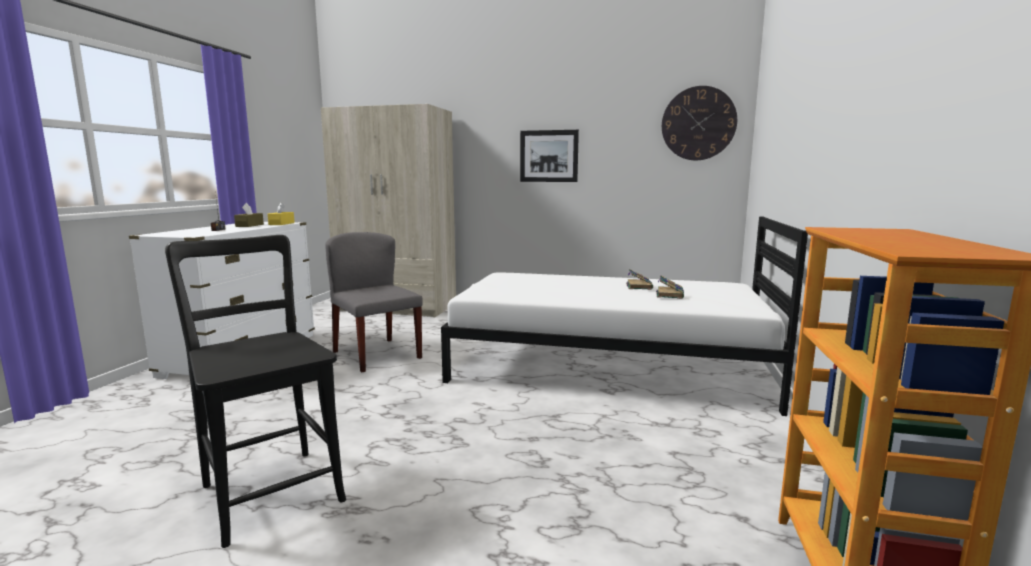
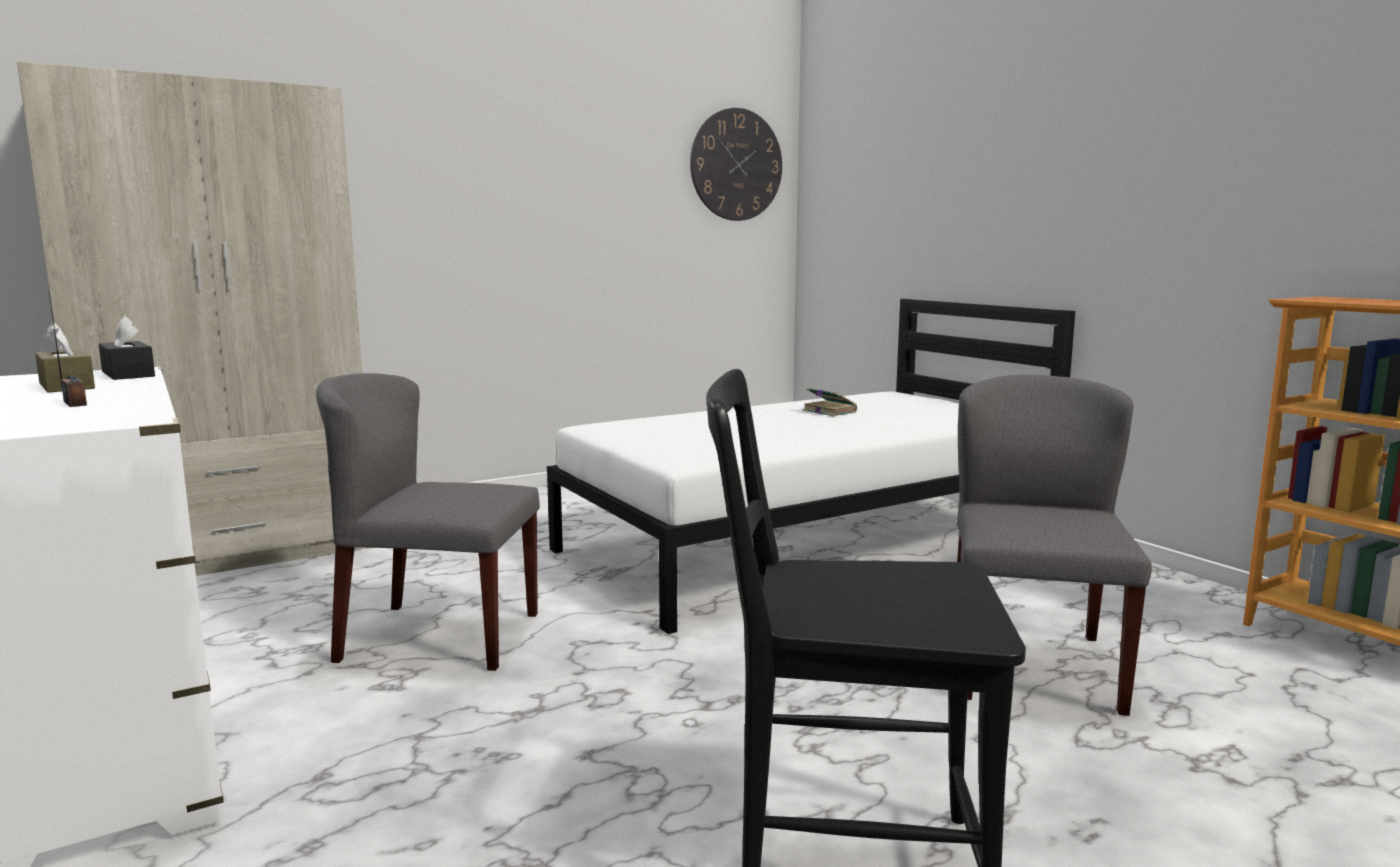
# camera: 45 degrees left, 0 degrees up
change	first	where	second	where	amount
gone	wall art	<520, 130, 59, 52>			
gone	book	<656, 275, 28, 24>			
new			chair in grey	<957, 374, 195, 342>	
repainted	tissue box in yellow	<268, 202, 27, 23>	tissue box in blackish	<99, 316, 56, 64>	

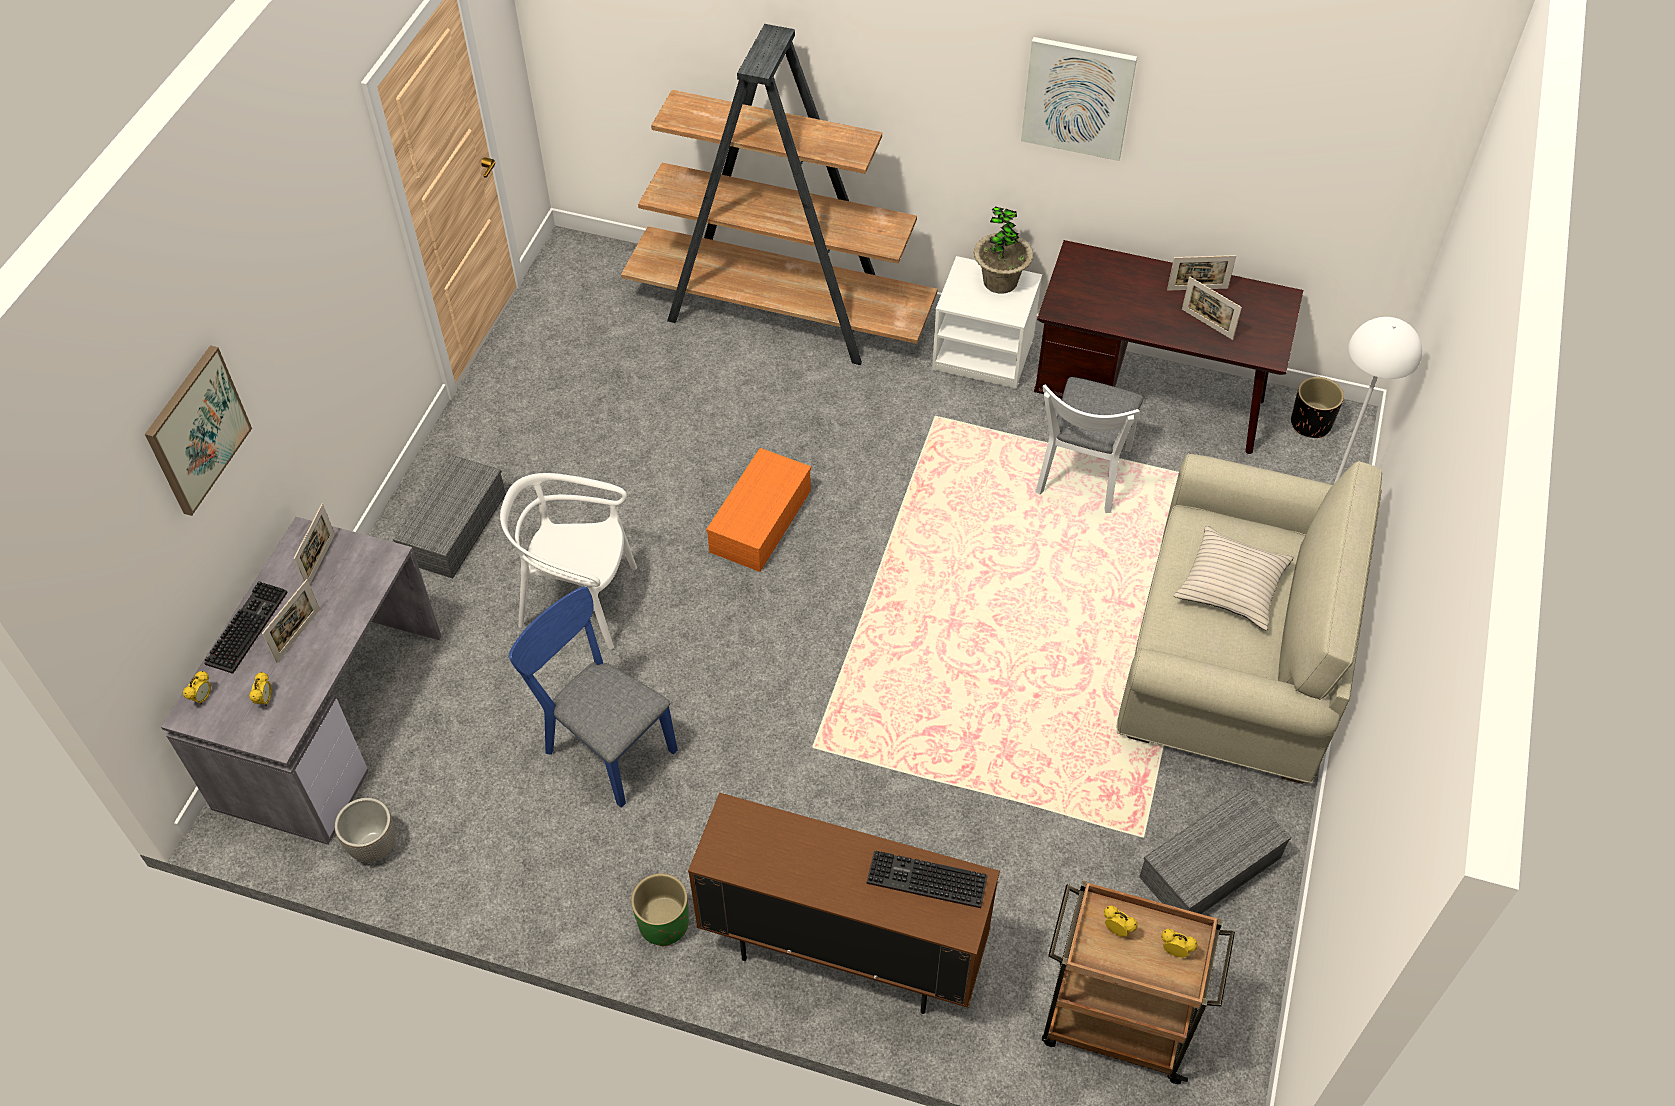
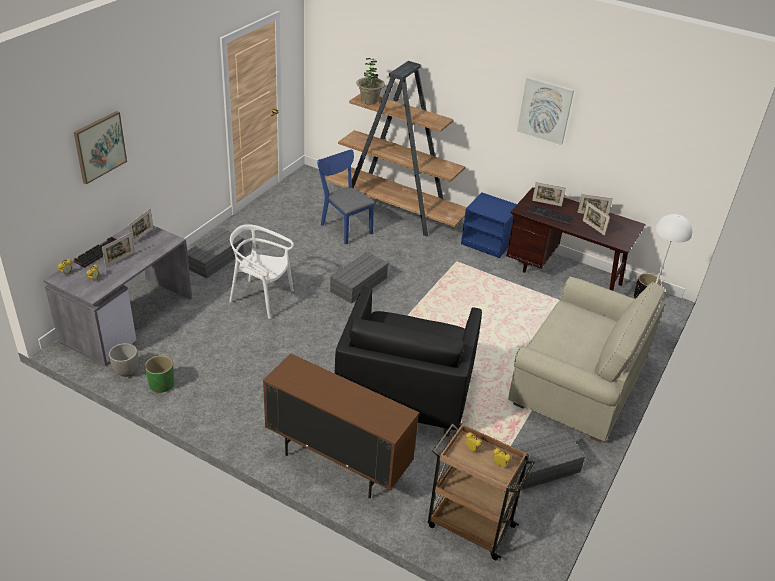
# camera: 10 degrees right, 15 degrees down
change	first	where	second	where	amount
gone	chair in white	<1036, 377, 107, 136>			
gone	pillow in beige-coloured	<1174, 525, 120, 105>			
new			easy chair in blackish	<335, 287, 147, 150>	
new			standing frame	<532, 182, 34, 24>	
shifted	chair in blue-coloured	<509, 586, 169, 222>		<317, 150, 58, 94>	
shifted	flower pot in green	<631, 873, 58, 73>		<145, 355, 29, 38>	
shifted	keyboard	<866, 851, 122, 57>		<527, 204, 46, 21>	
shifted	potted plant	<974, 207, 59, 87>		<356, 58, 29, 47>	
repainted	storage bin in orange-coloured	<706, 448, 105, 124>	storage bin in grey	<330, 252, 59, 52>	
repainted	night table in white	<932, 256, 110, 133>	night table in blue-coloured	<461, 193, 56, 65>	

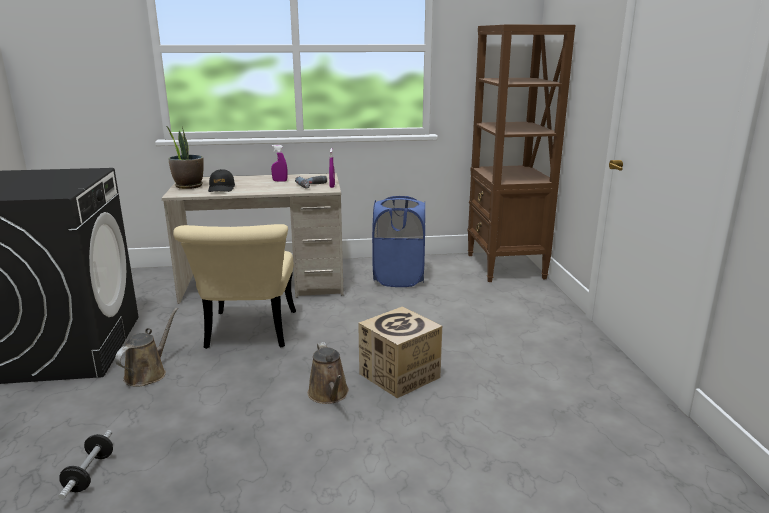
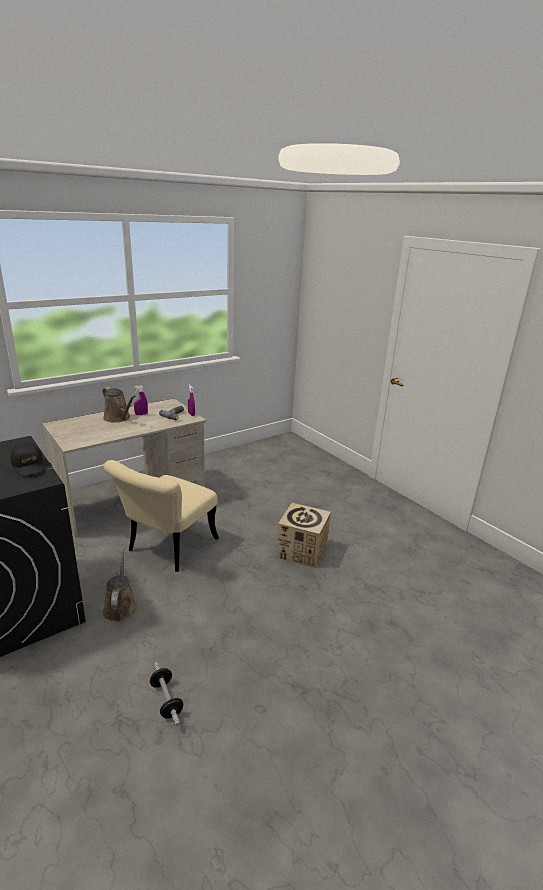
# camera: 30 degrees left, 5 degrees up
change	first	where	second	where	amount
gone	potted plant	<165, 125, 39, 64>			
gone	hamper in blue-coloured	<372, 196, 53, 91>			
gone	bookshelf in brown	<467, 25, 109, 257>			
shifted	cap in blackish	<208, 169, 27, 23>		<11, 442, 35, 34>	
shifted	watering pot in brown	<308, 342, 41, 62>		<102, 387, 34, 35>	
rotated	chair in beige-coloured	<173, 224, 123, 125>		<104, 460, 115, 112>	60 degrees clockwise

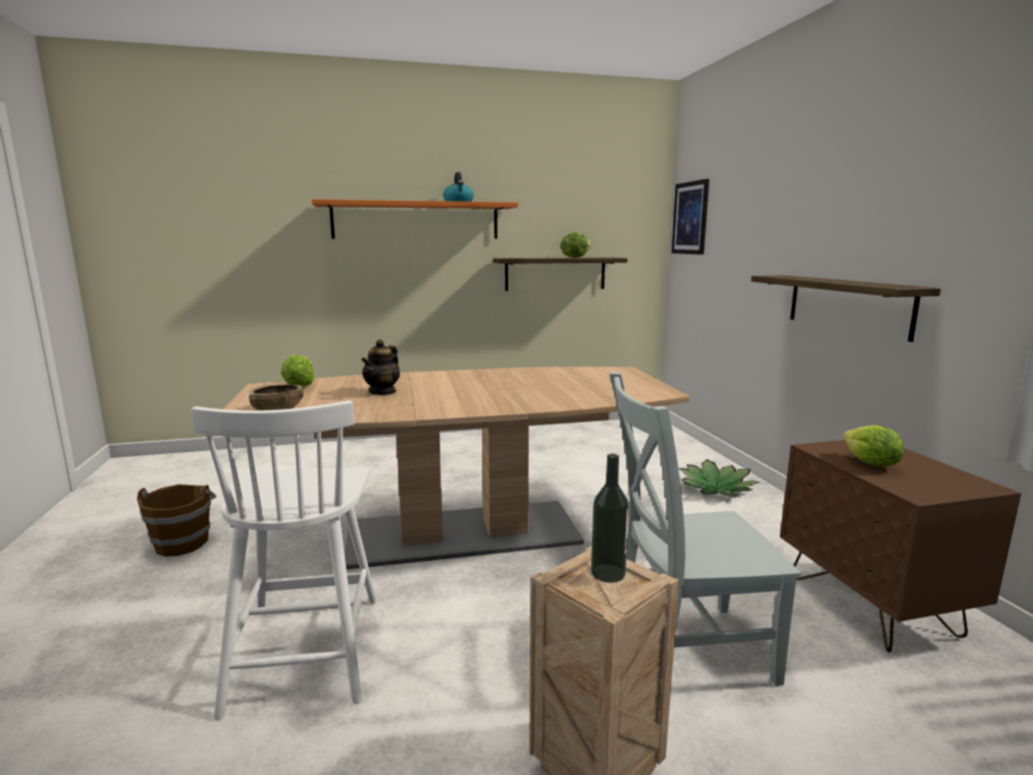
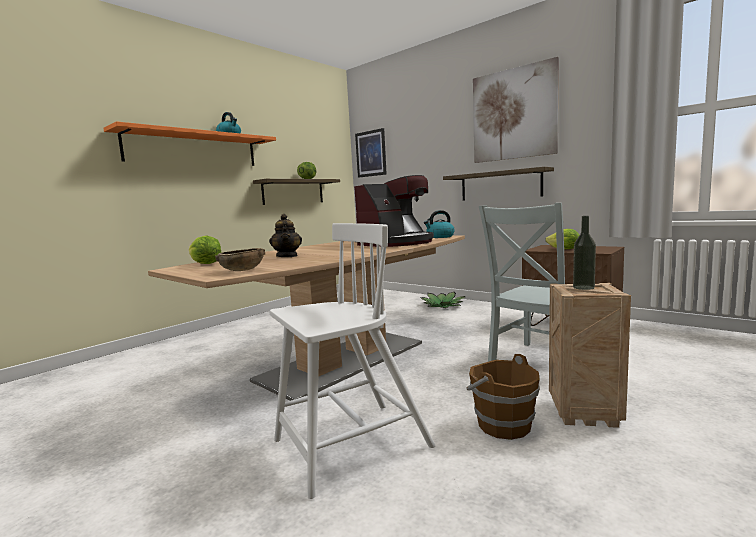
# camera: 35 degrees left, 5 degrees down
change	first	where	second	where	amount
new			coffee maker	<354, 175, 80, 72>	
new			kettle	<424, 210, 31, 28>	
new			wall art	<473, 57, 86, 106>	
shifted	pail in brown	<137, 484, 80, 73>		<466, 354, 74, 86>	
rotated	chair in white	<191, 400, 186, 320>		<269, 223, 166, 276>	75 degrees counterclockwise

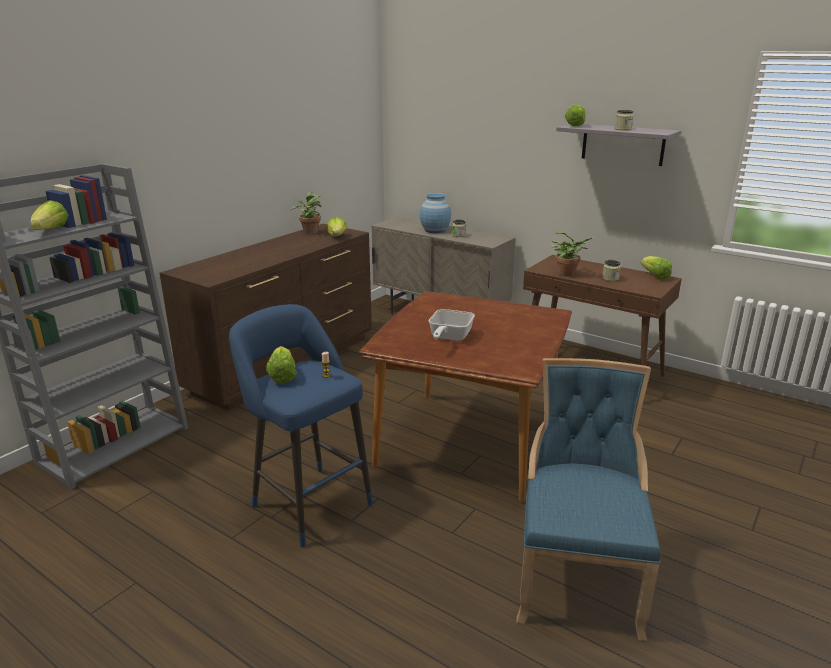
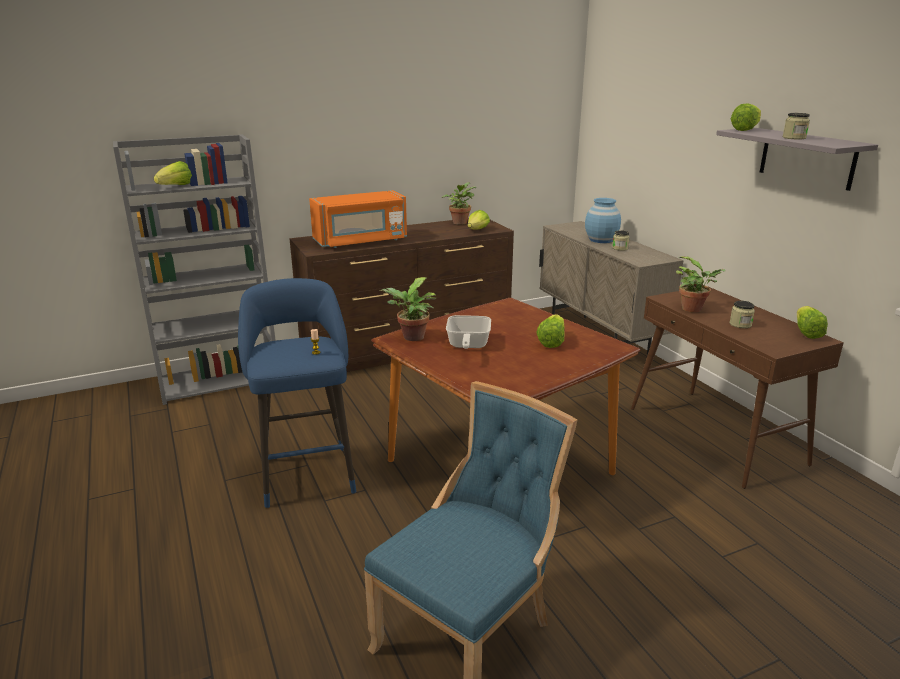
# camera: 30 degrees right, 0 degrees up
change	first	where	second	where	amount
new			microwave oven in orange-coloured	<309, 190, 98, 58>	
new			potted plant	<380, 277, 56, 64>	
shifted	lettuce head	<266, 346, 31, 37>		<536, 314, 29, 34>	
rotated	skillet	<429, 309, 46, 32>		<446, 315, 45, 34>	45 degrees counterclockwise

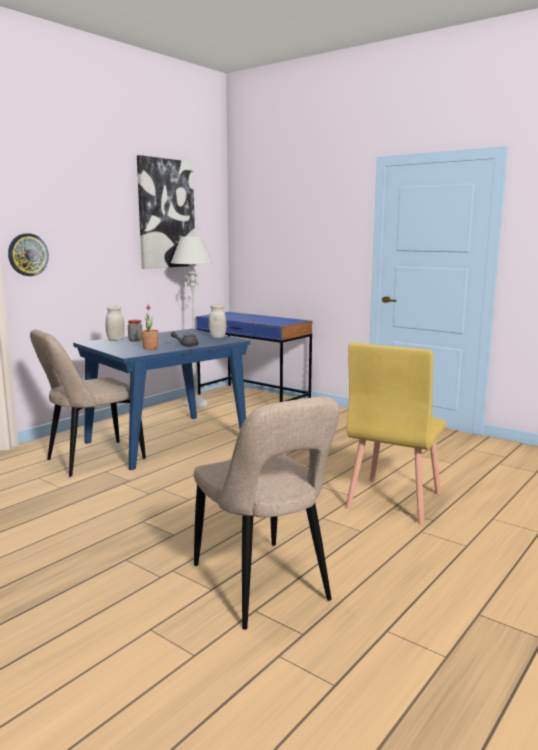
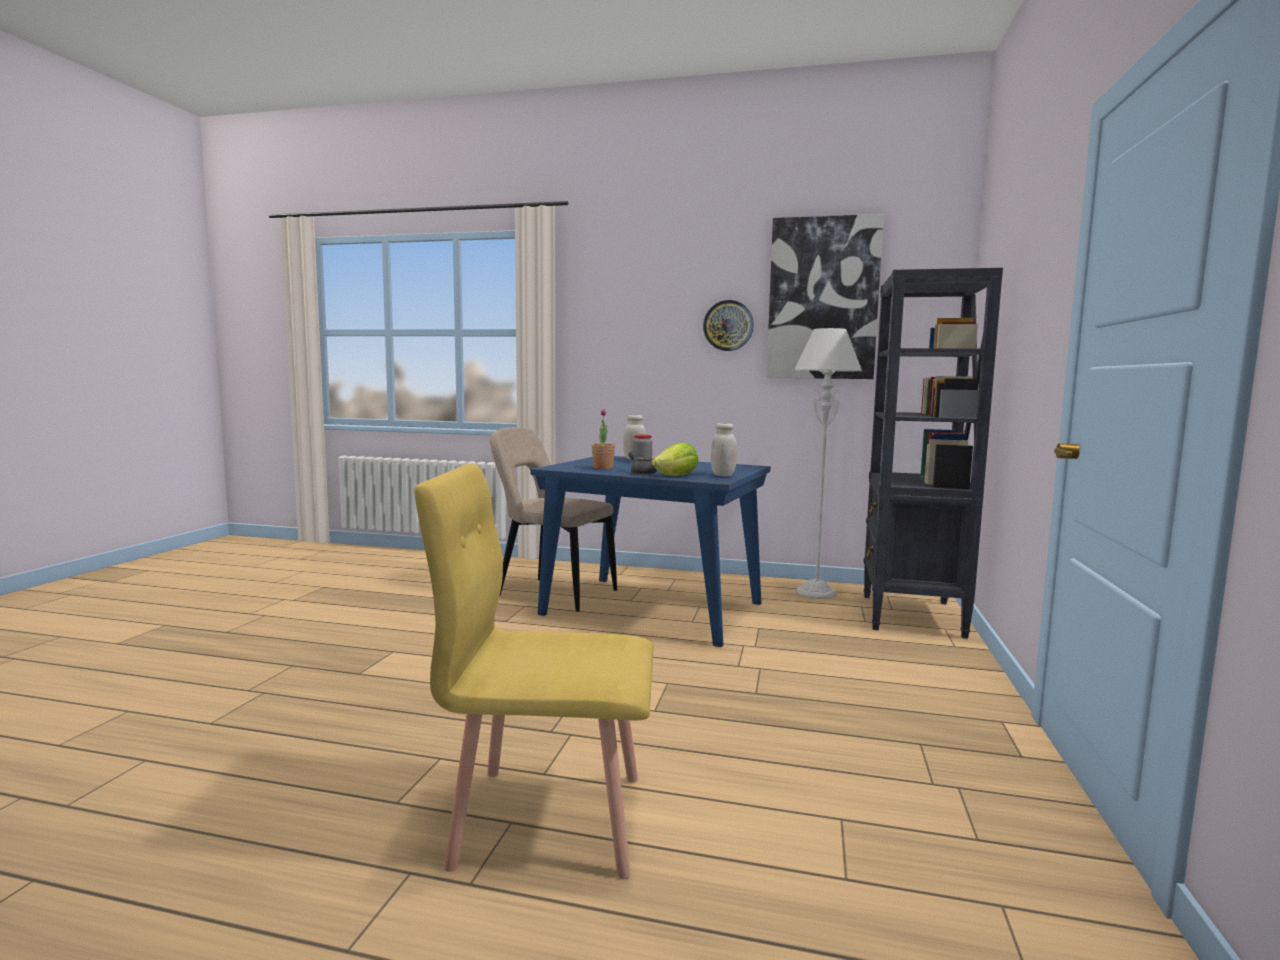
# camera: 65 degrees right, 5 degrees down
change	first	where	second	where	amount
gone	chair in beige-coloured	<194, 396, 146, 234>			
new			lettuce head	<652, 442, 46, 34>	
shifted	clock on the wall	<8, 233, 41, 43>		<703, 300, 51, 51>	
swapped	desk in blue-coloured	<196, 312, 116, 90>	bookshelf in blackish	<863, 268, 140, 371>	

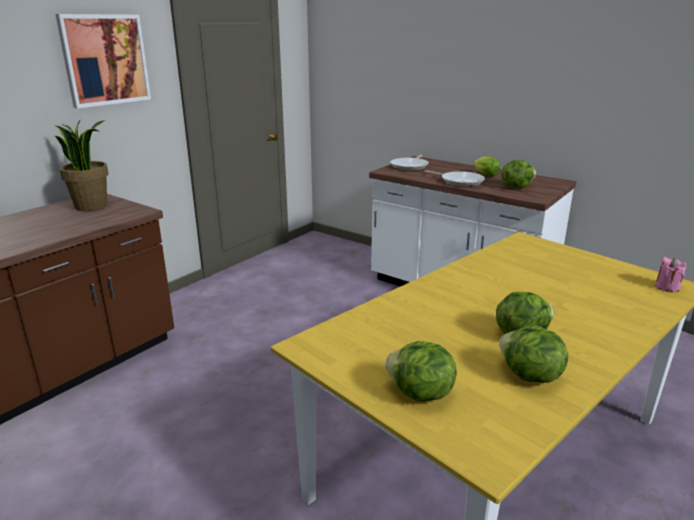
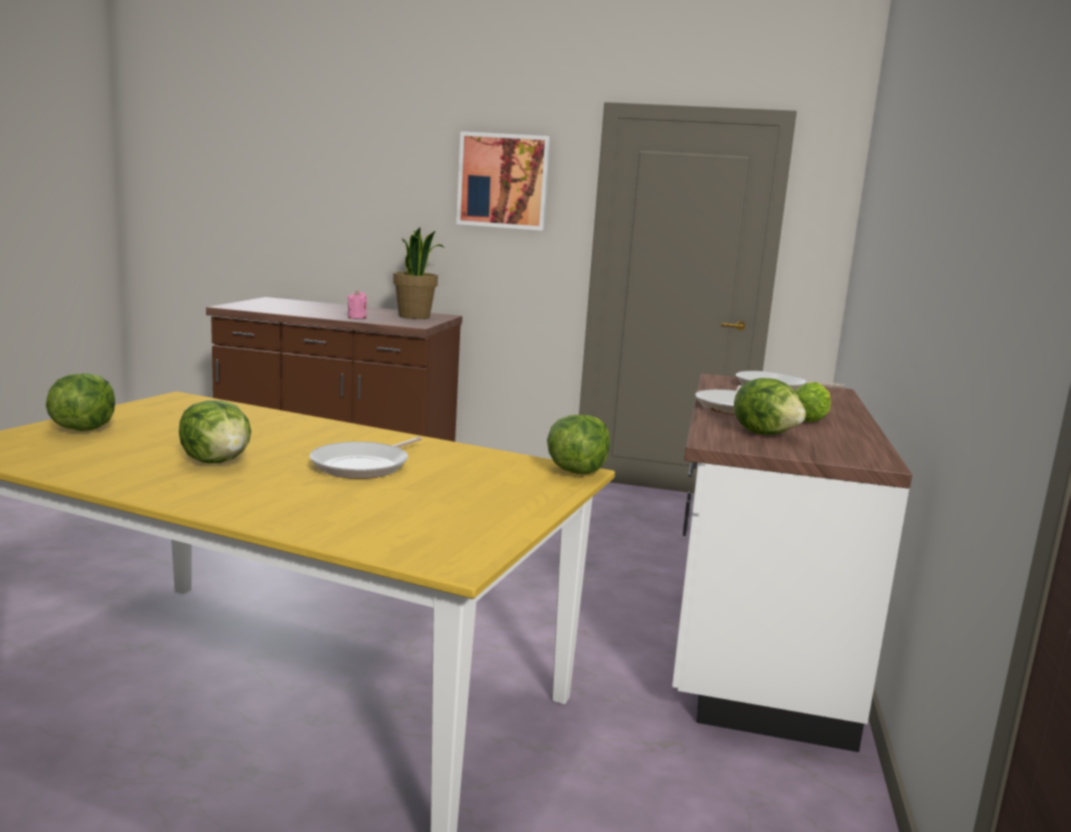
# camera: 65 degrees right, 10 degrees down
change	first	where	second	where	amount
new			skillet	<310, 437, 112, 42>	
shifted	lettuce head	<499, 326, 69, 57>		<547, 415, 63, 59>	
shifted	candle in pink-coloured	<655, 257, 31, 35>		<348, 290, 19, 29>	

